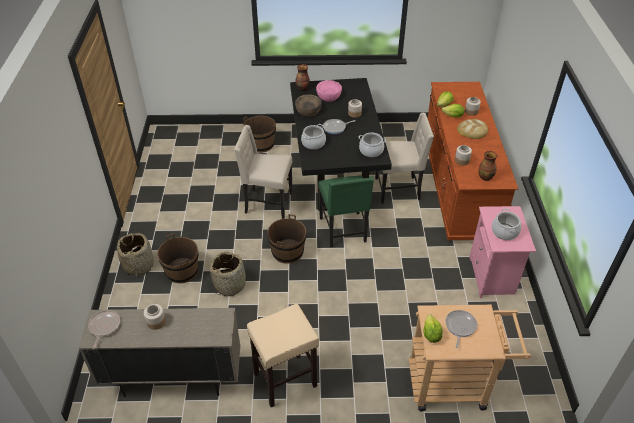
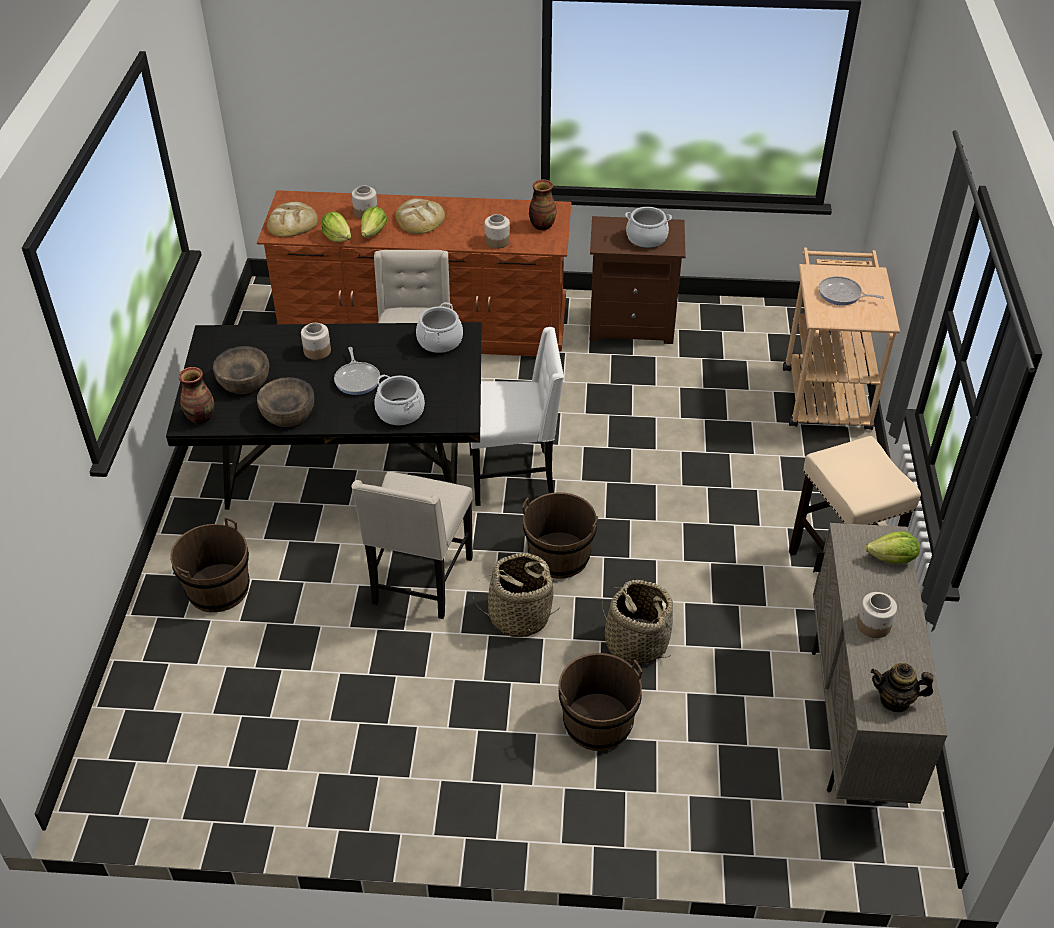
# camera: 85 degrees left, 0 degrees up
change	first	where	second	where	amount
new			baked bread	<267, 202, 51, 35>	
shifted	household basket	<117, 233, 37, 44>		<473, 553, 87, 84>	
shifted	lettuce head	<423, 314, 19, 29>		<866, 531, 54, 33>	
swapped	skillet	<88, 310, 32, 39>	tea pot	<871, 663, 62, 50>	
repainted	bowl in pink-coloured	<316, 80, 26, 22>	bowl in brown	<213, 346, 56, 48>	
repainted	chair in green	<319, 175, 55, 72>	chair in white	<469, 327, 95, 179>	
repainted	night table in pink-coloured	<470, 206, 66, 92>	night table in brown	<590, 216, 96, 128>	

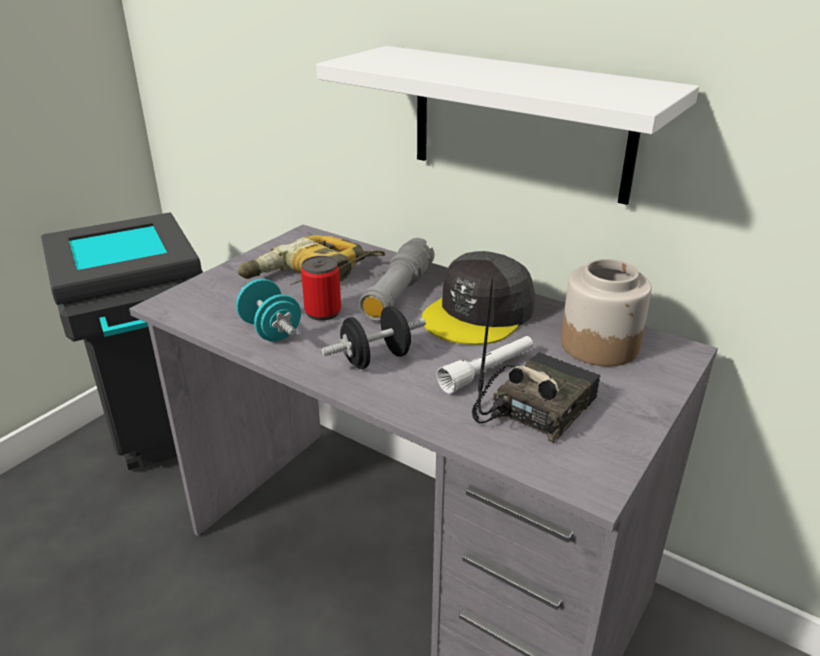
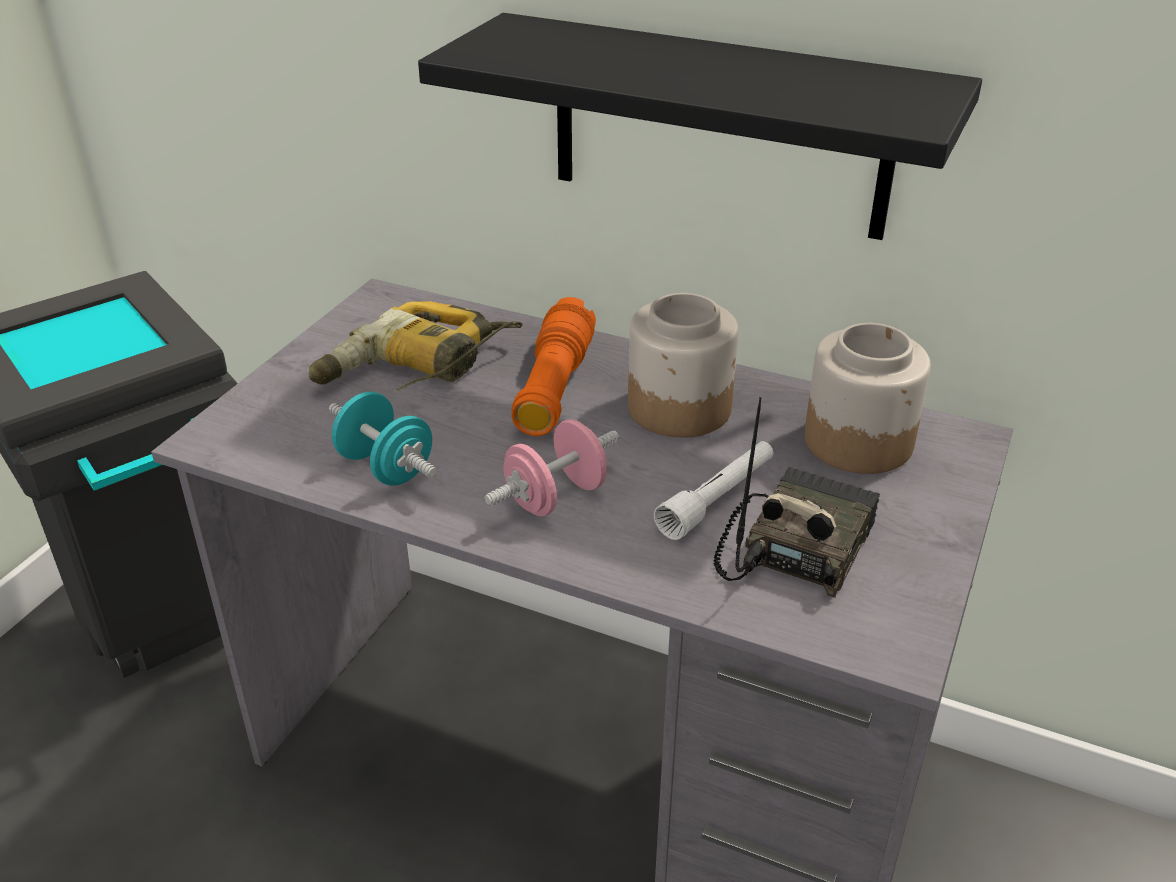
# camera: 10 degrees left, 5 degrees up
change	first	where	second	where	amount
gone	metal can	<301, 256, 40, 65>			
swapped	cap in grey	<422, 251, 113, 94>	storage jar	<628, 293, 110, 145>	
repainted	wall shelf in white	<316, 46, 383, 159>	wall shelf in blackish	<418, 13, 564, 227>	
repainted	hand weight in blackish	<321, 306, 105, 63>	hand weight in pink-coloured	<484, 420, 136, 96>	
repainted	torch in grey	<359, 238, 76, 83>	torch in orange-coloured	<511, 297, 85, 139>	

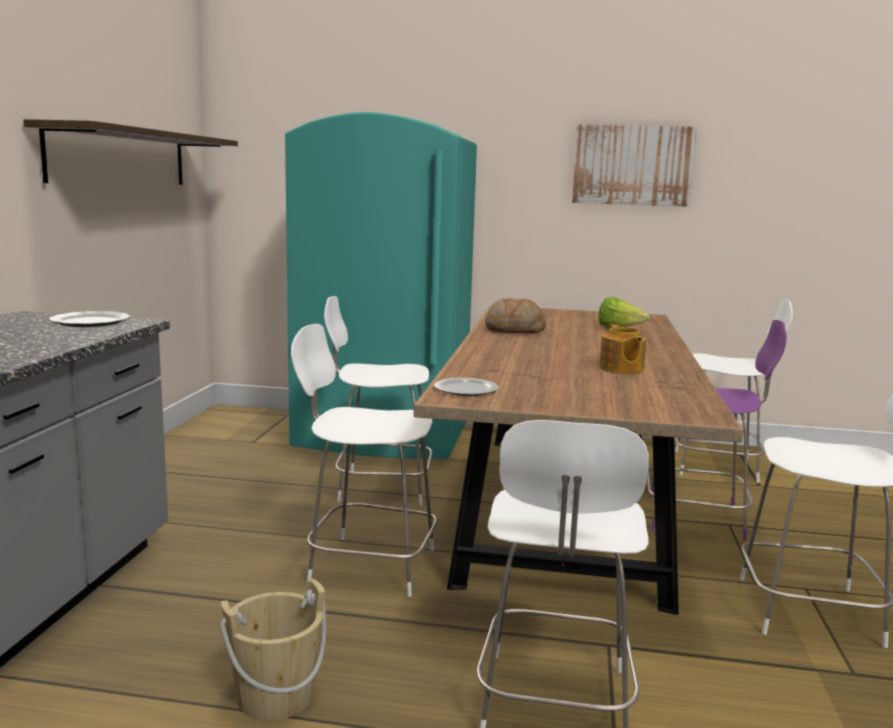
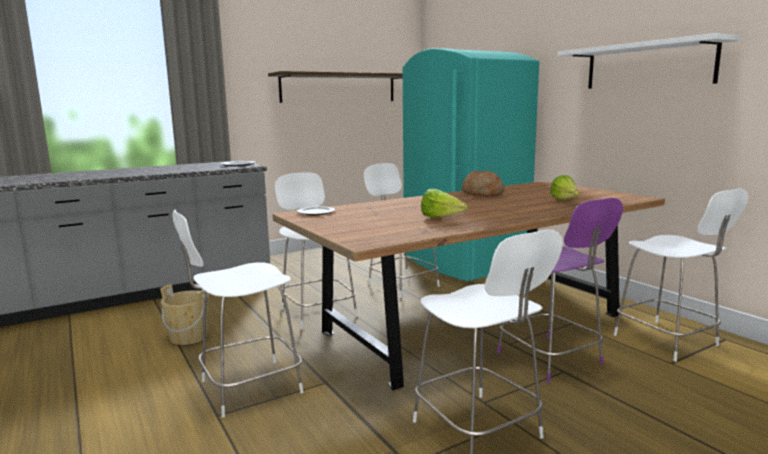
# camera: 50 degrees right, 0 degrees up
change	first	where	second	where	amount
swapped	wall art	<572, 124, 125, 83>	wall shelf in white	<557, 33, 183, 56>	
swapped	tea pot	<599, 324, 48, 50>	lettuce head	<421, 189, 47, 29>	

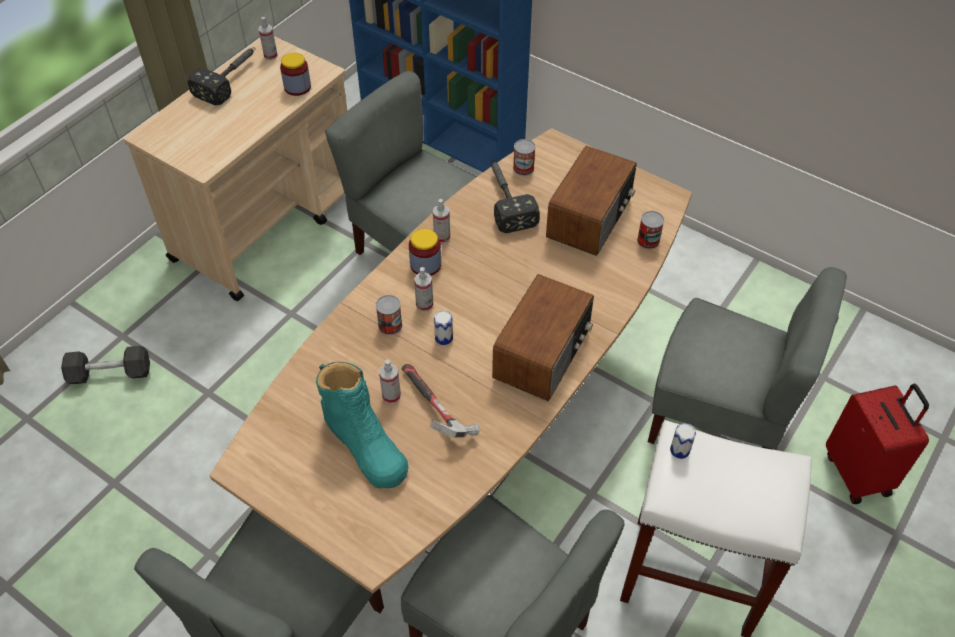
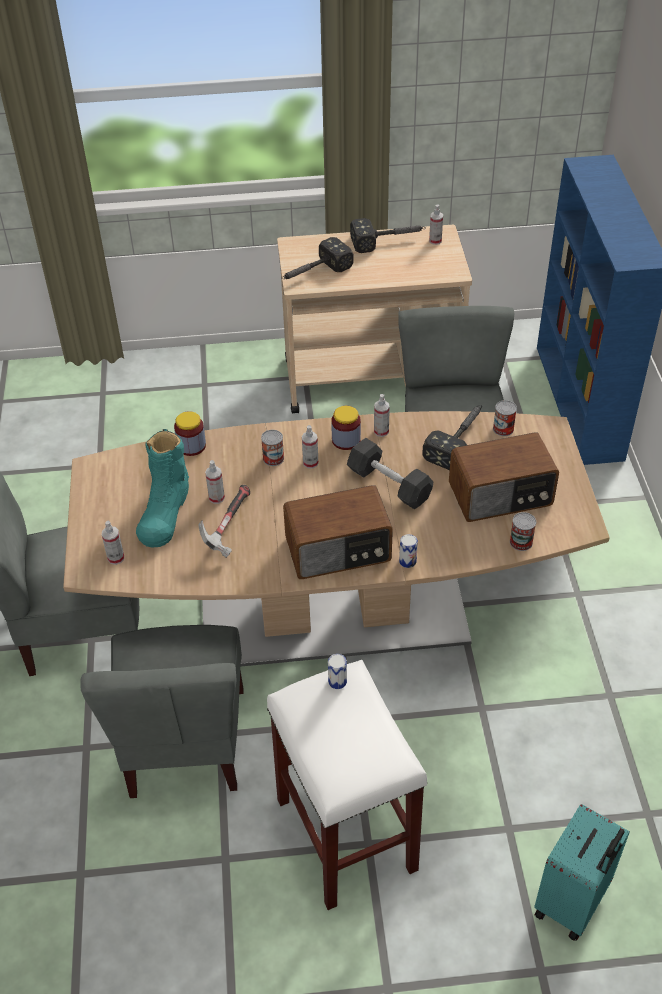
# camera: 50 degrees right, 5 degrees down
change	first	where	second	where	amount
gone	chair in grey	<648, 267, 199, 183>			
new			spray bottle	<102, 521, 22, 44>	
new			hammer	<281, 237, 72, 42>	
shifted	hand weight in grey	<61, 346, 89, 38>		<347, 438, 86, 71>	
shifted	storage jar	<280, 53, 31, 43>		<174, 411, 32, 45>	
shifted	metal can	<434, 311, 19, 34>		<399, 534, 19, 34>	
repainted	piece of luggage in reddish	<826, 384, 103, 120>	piece of luggage in turquoise	<534, 804, 96, 137>	

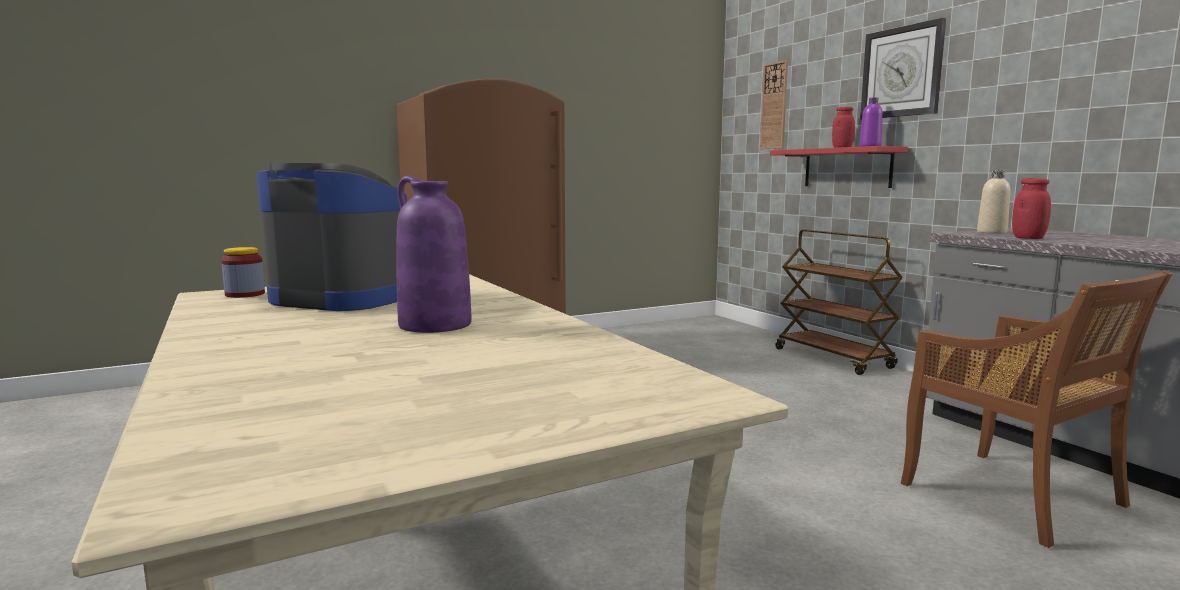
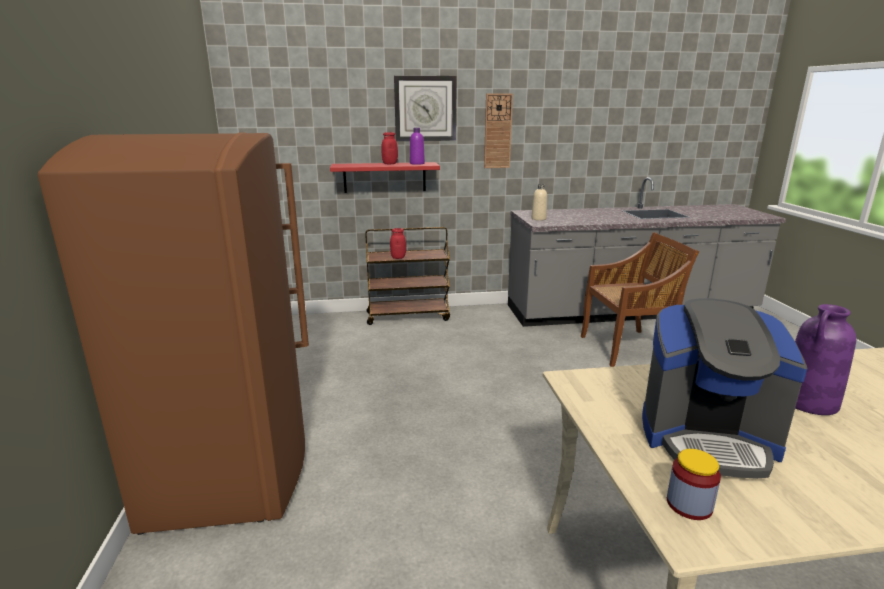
# camera: 70 degrees left, 10 degrees up
change	first	where	second	where	amount
shifted	clock on the wall	<760, 60, 28, 89>		<484, 93, 29, 75>	
shifted	storage jar in reddish	<1012, 178, 39, 61>		<390, 228, 16, 31>	
rotated	coffee maker	<257, 163, 150, 148>		<642, 298, 165, 181>	120 degrees counterclockwise

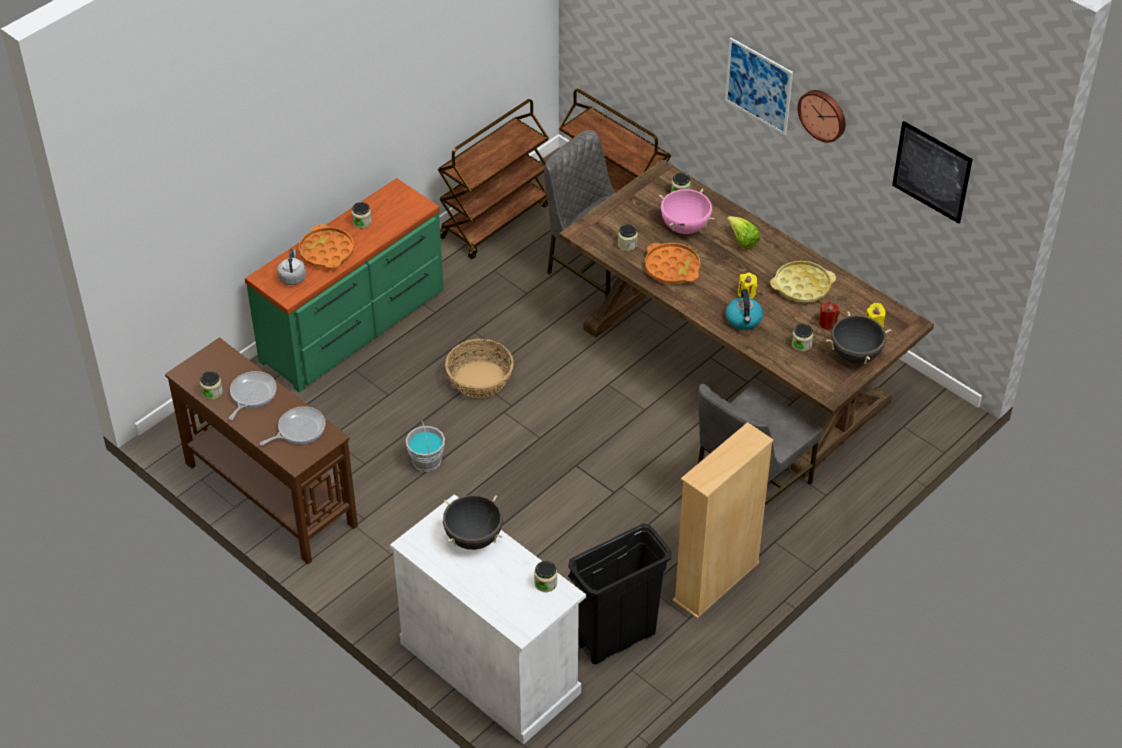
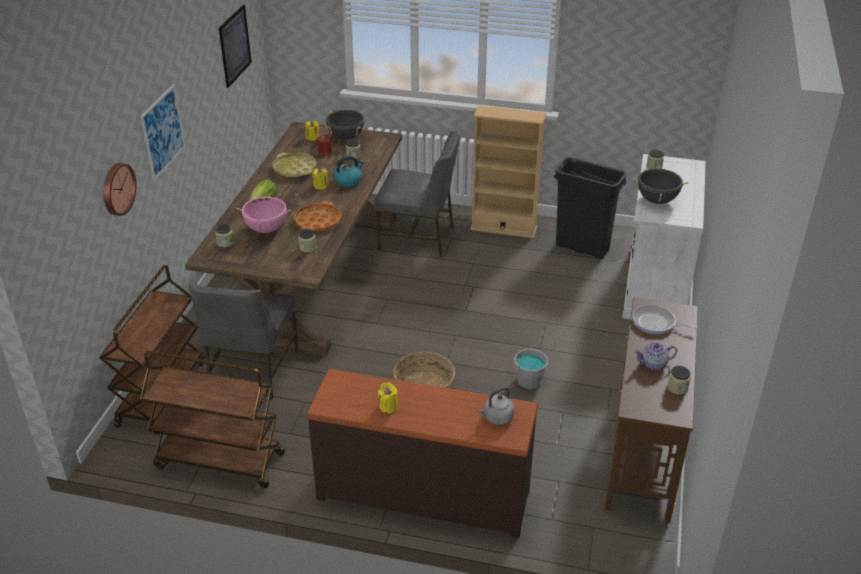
# camera: 120 degrees left, 10 degrees down
change	first	where	second	where	amount
gone	serving tray in orange-coloured	<299, 224, 55, 45>			
shifted	clock on the wall	<797, 90, 49, 53>		<104, 163, 32, 53>	
swapped	skillet	<229, 371, 48, 49>	tea pot	<634, 342, 43, 28>	
swapped	storage jar	<352, 202, 20, 27>	candle in yellow	<377, 383, 21, 30>	
repainted	chest of drawers in green	<245, 178, 199, 214>	chest of drawers in brown	<307, 369, 231, 169>	

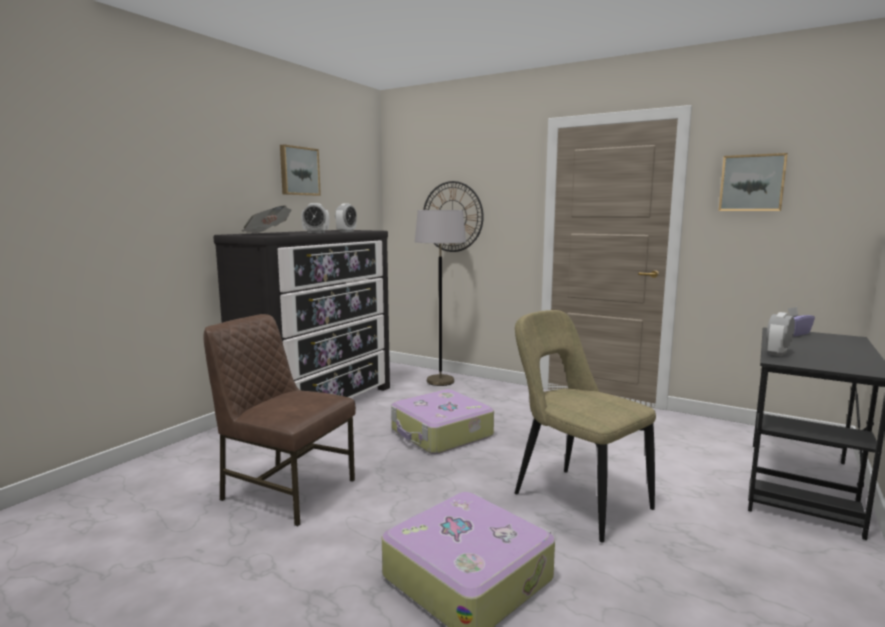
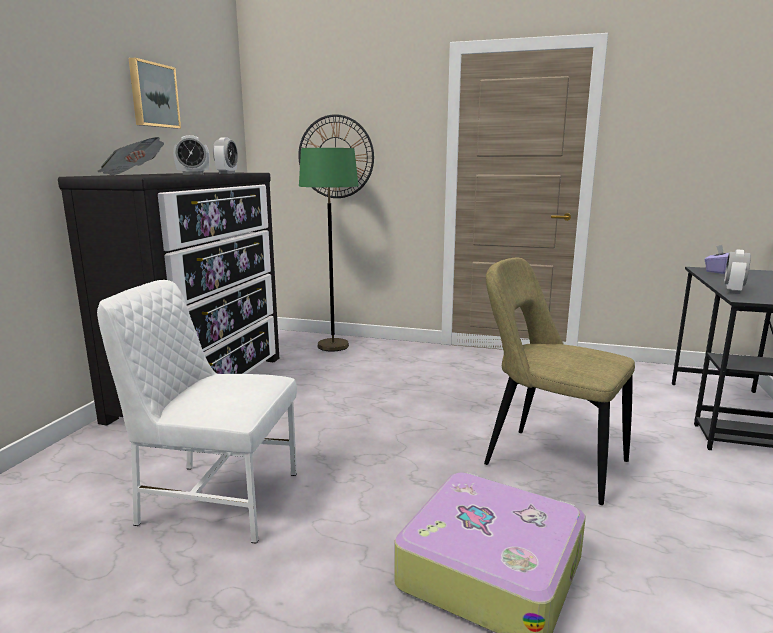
# camera: 15 degrees left, 5 degrees up
change	first	where	second	where	amount
gone	piece of luggage	<391, 389, 103, 65>			
gone	wall art	<719, 153, 69, 58>			
repainted	chair in brown	<203, 314, 153, 212>	chair in white	<97, 280, 200, 264>	
repainted	floor lamp in grey	<415, 210, 51, 176>	floor lamp in green	<299, 148, 60, 203>	

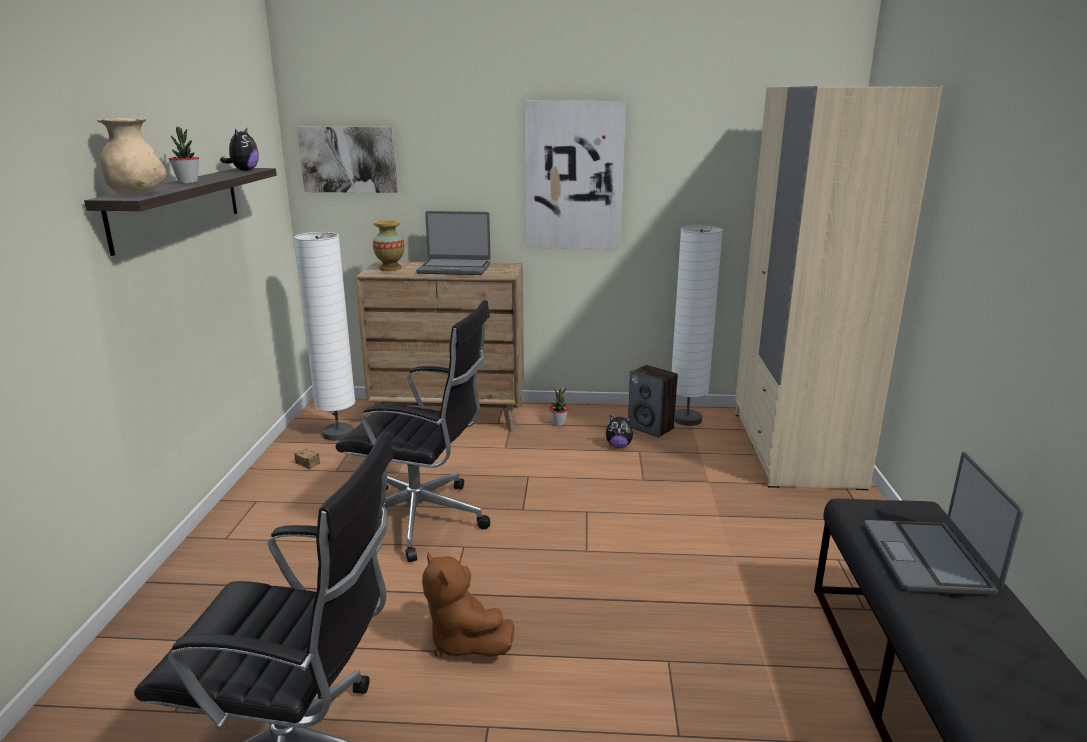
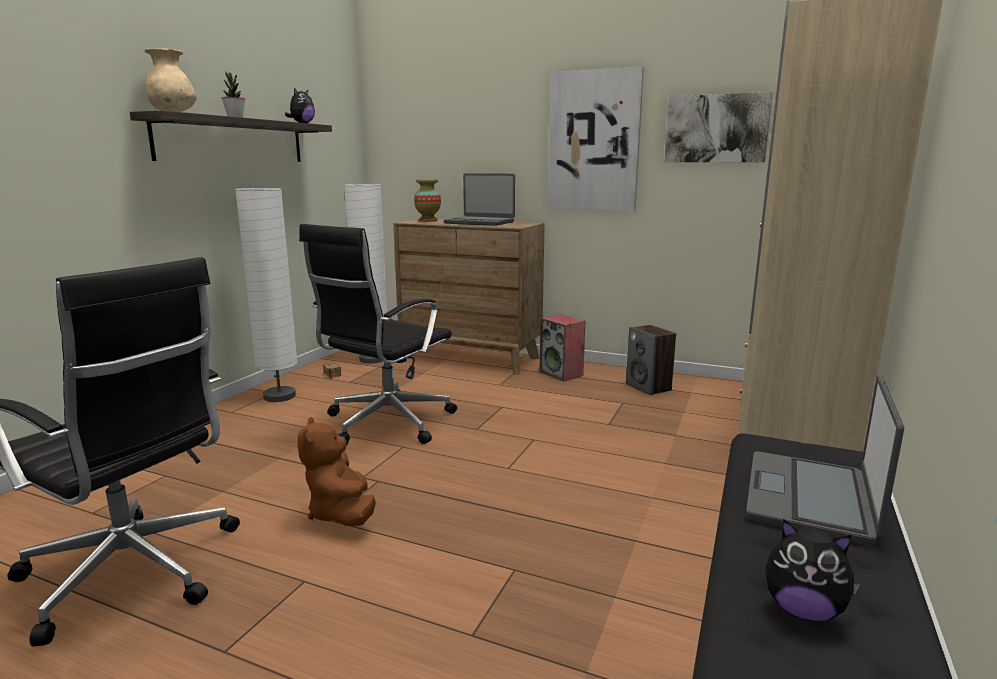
# camera: 20 degrees right, 5 degrees down
change	first	where	second	where	amount
shifted	wall art	<297, 127, 101, 66>		<664, 92, 109, 70>	
shifted	soft toy	<606, 415, 30, 33>		<765, 519, 95, 102>	
shifted	floor lamp in white	<672, 226, 51, 200>		<235, 188, 63, 214>	
swapped	potted plant	<549, 387, 19, 39>	loudspeaker	<539, 314, 46, 67>	
rotated	computer chair in blackish	<335, 300, 155, 262>		<299, 224, 158, 220>	90 degrees clockwise

